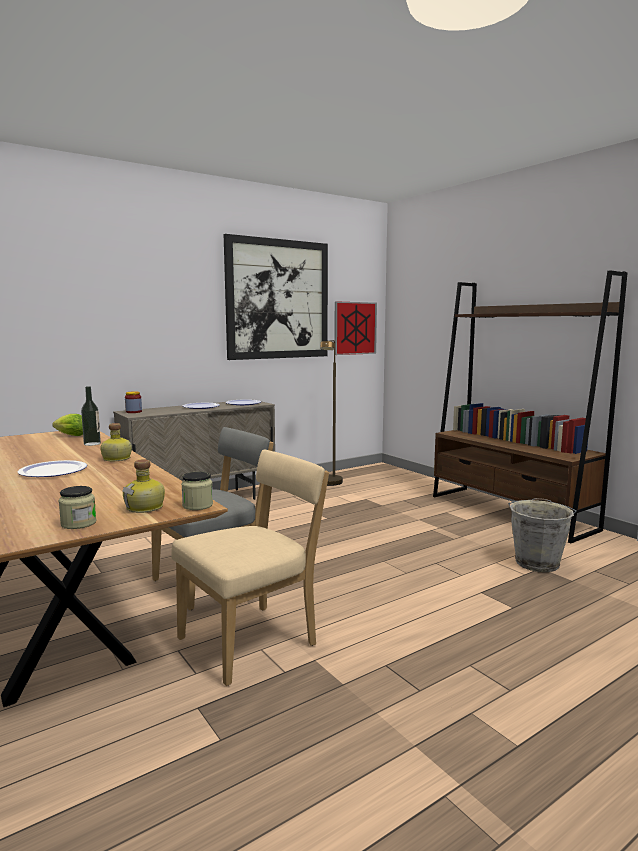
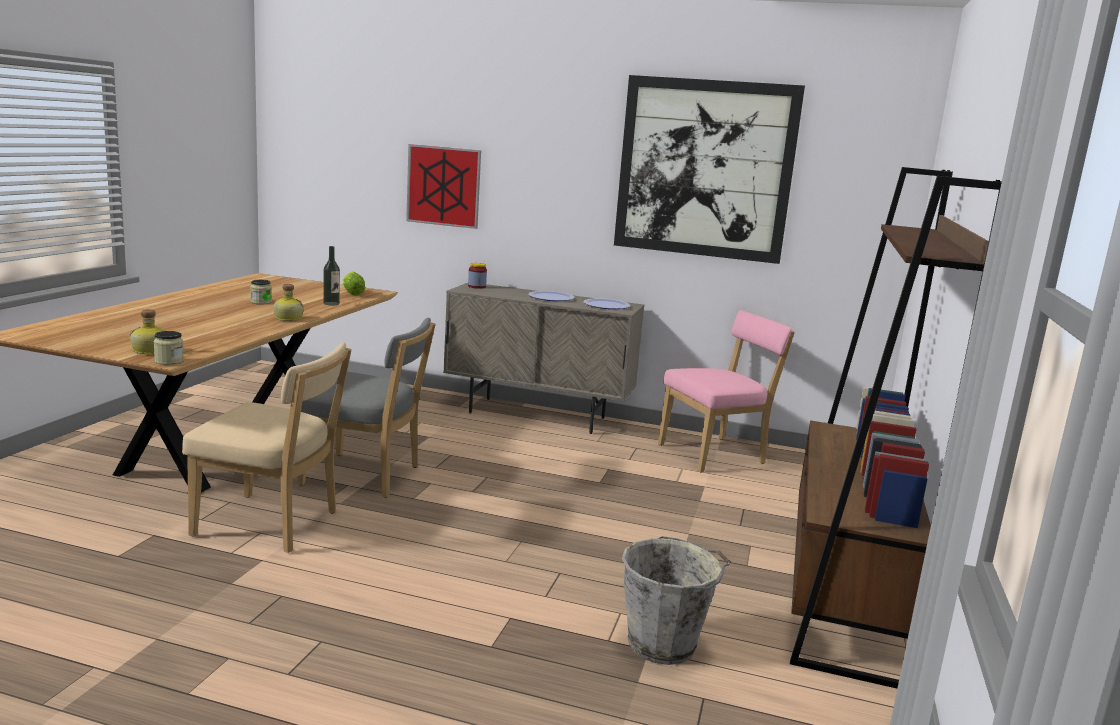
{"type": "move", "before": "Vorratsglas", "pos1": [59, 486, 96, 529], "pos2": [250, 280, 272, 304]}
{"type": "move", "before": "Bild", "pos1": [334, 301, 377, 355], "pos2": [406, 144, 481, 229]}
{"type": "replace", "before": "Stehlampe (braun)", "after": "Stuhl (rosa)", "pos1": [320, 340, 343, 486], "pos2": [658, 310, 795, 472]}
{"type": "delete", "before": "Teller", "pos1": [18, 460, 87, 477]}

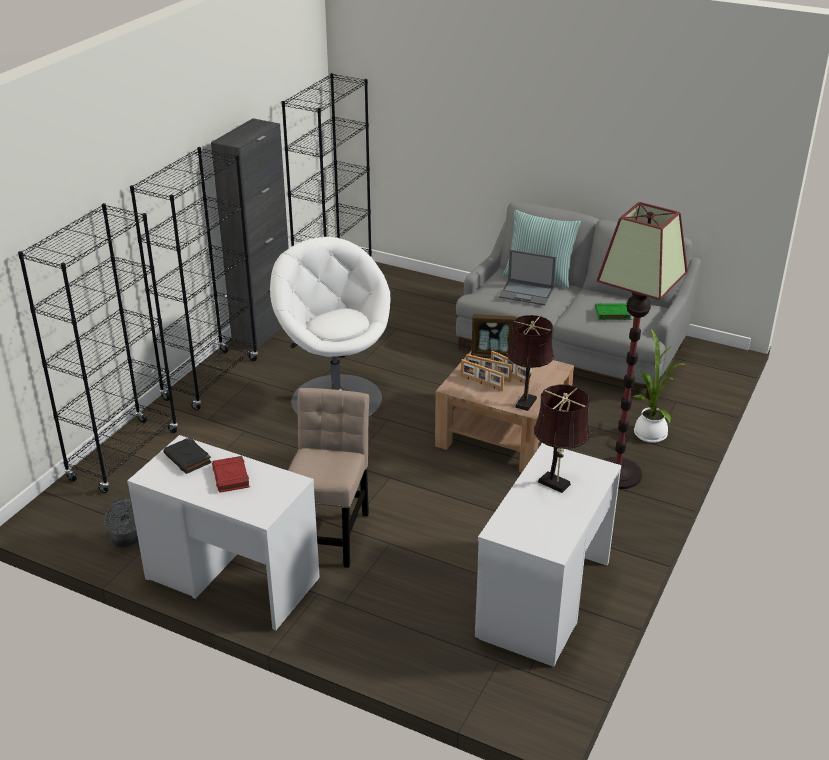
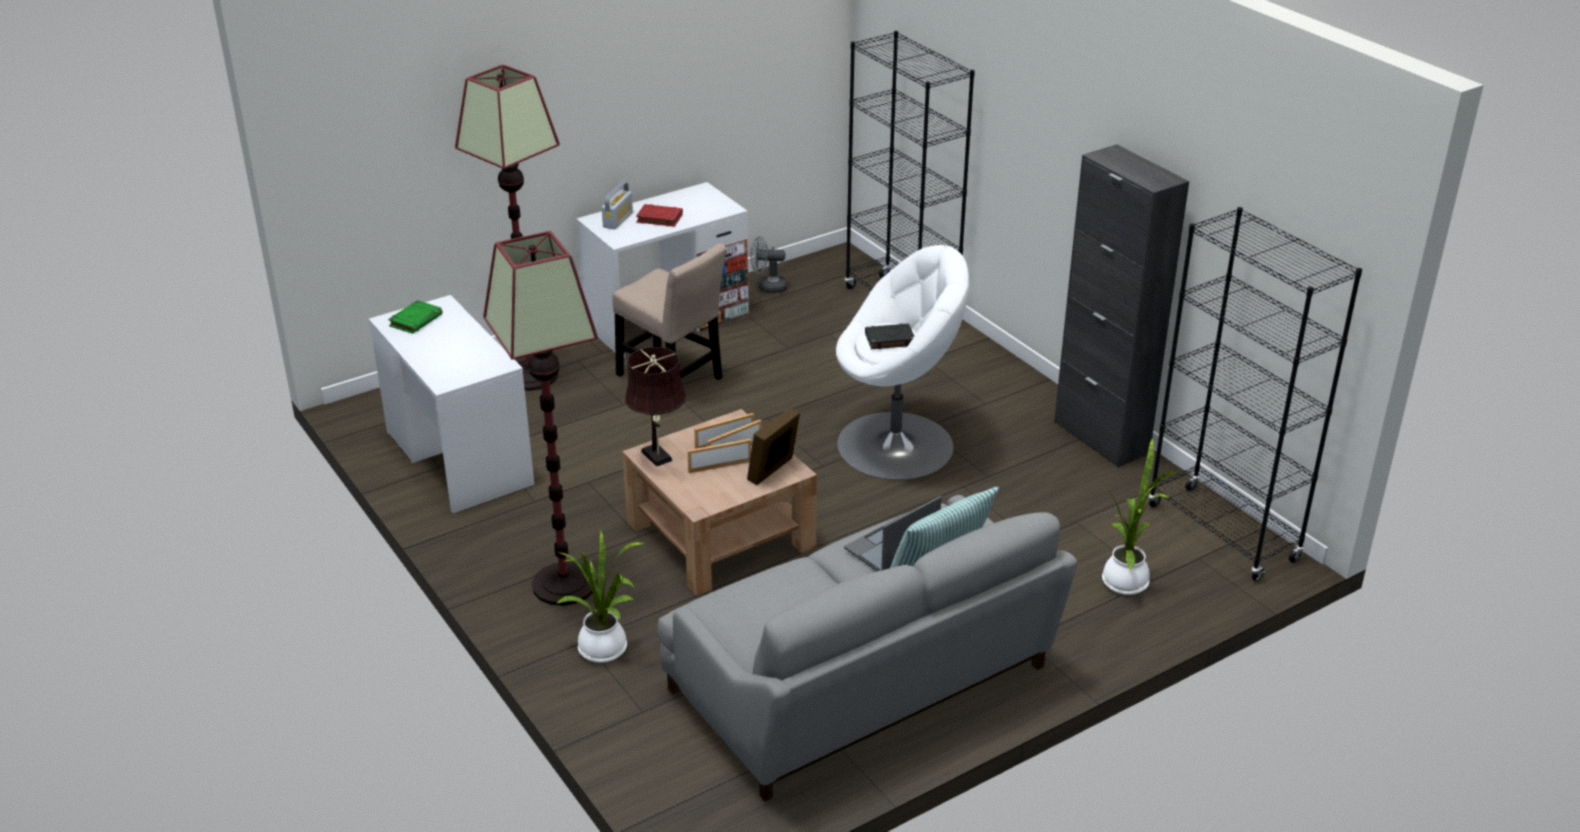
{"type": "move", "before": "Buch (grün)", "pos1": [595, 303, 631, 320], "pos2": [388, 300, 443, 334]}
{"type": "insert", "after": "Stehlampe", "pos2": [455, 65, 560, 391]}
{"type": "insert", "after": "Radio", "pos2": [602, 182, 633, 229]}
{"type": "move", "before": "Buch (schwarz)", "pos1": [163, 437, 212, 474], "pos2": [865, 323, 914, 349]}
{"type": "insert", "after": "Topfpflanze", "pos2": [1102, 437, 1179, 595]}
{"type": "delete", "before": "Bücherregal (schwarz)", "pos1": [130, 147, 258, 410]}
{"type": "delete", "before": "Tischlampe (braun)", "pos1": [534, 385, 590, 493]}

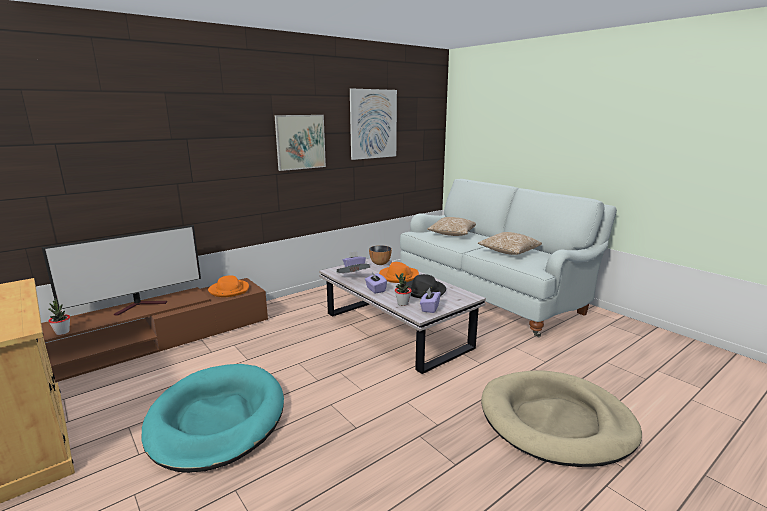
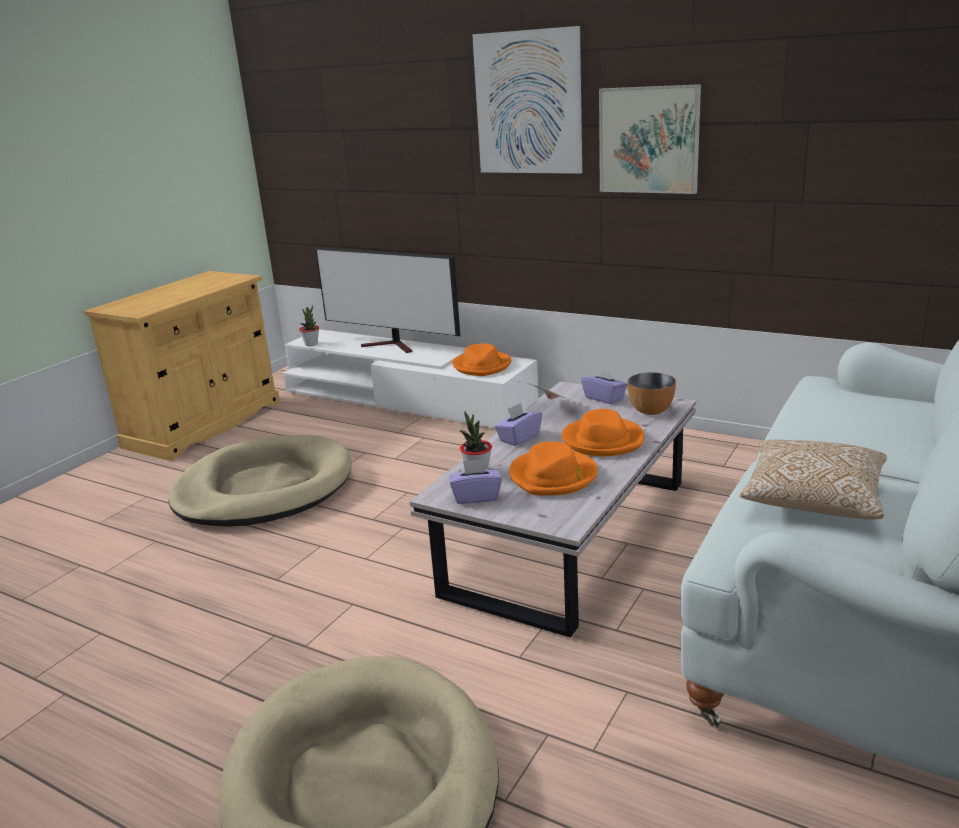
{"type": "recolor", "before": "Hundebett (türkis)", "after": "Hundebett (beige)", "pos1": [142, 364, 284, 473], "pos2": [168, 435, 352, 527]}
{"type": "recolor", "before": "Fernsehschrank (braun)", "after": "Fernsehschrank (weiß)", "pos1": [41, 278, 268, 382], "pos2": [283, 329, 539, 428]}
{"type": "move", "before": "Bild", "pos1": [350, 88, 397, 160], "pos2": [472, 26, 582, 174]}
{"type": "recolor", "before": "Hut (schwarz)", "after": "Hut (orange)", "pos1": [406, 274, 446, 298], "pos2": [509, 441, 598, 496]}
{"type": "delete", "before": "Kissen", "pos1": [428, 217, 476, 236]}

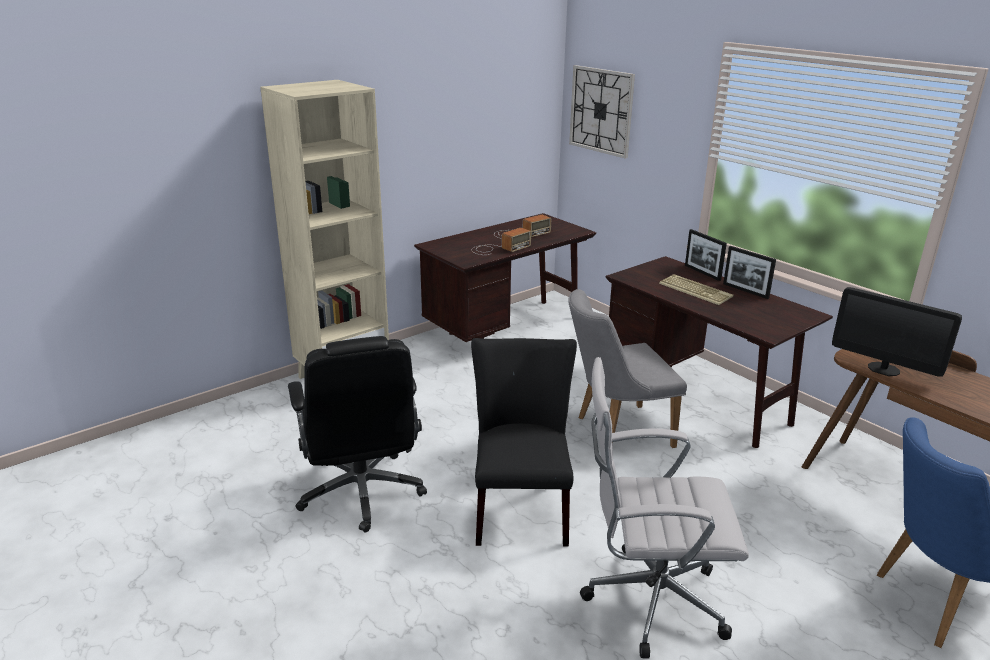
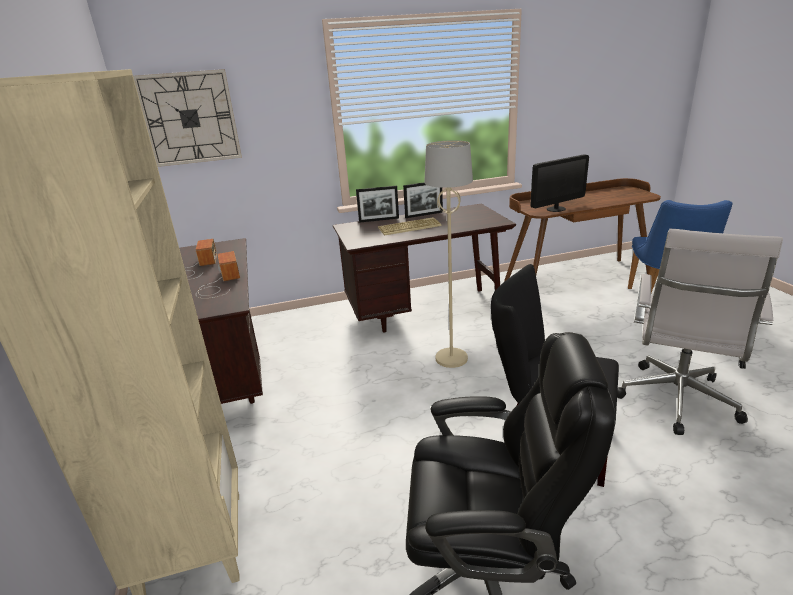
{"type": "replace", "before": "Stuhl (grau)", "after": "Stehlampe (beige)", "pos1": [569, 289, 687, 448], "pos2": [424, 140, 473, 368]}

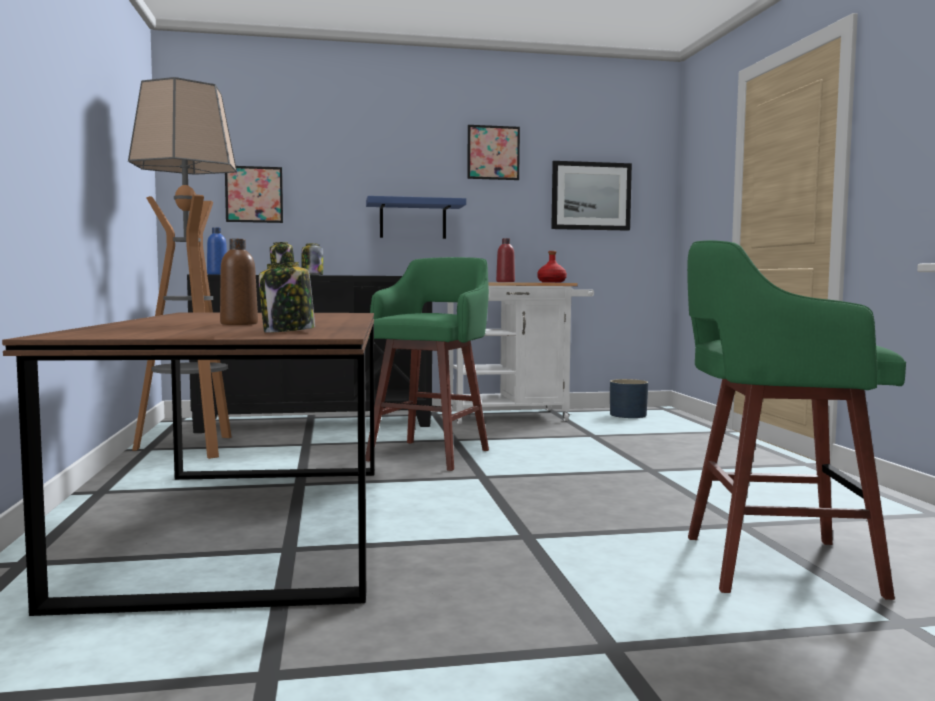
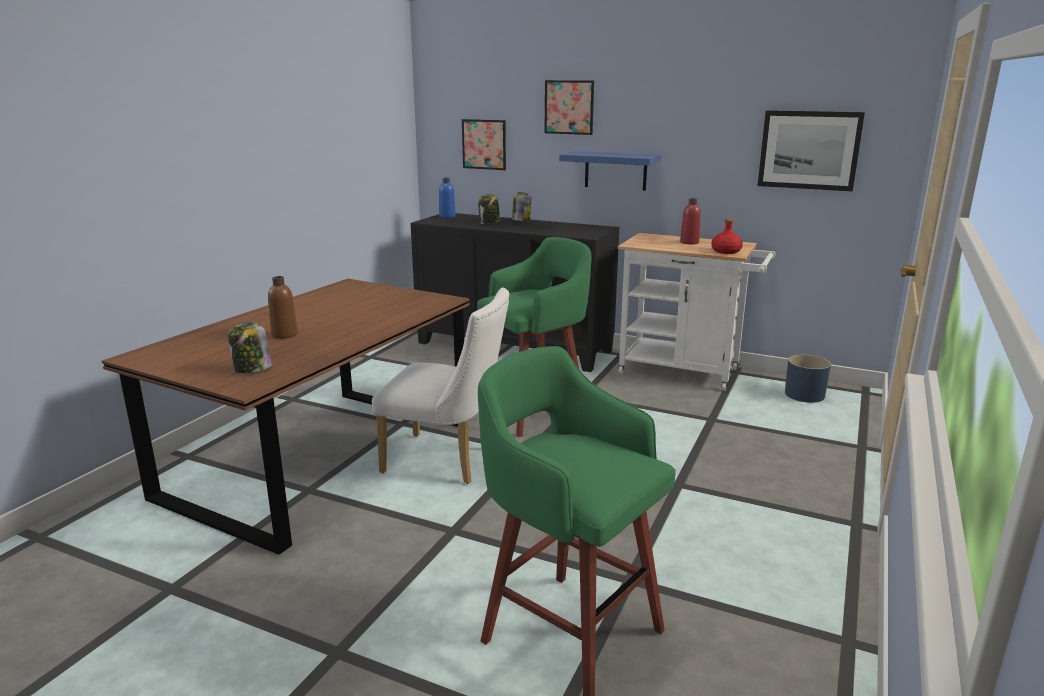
{"type": "insert", "after": "Stuhl (weiß)", "pos2": [372, 288, 509, 484]}
{"type": "move", "before": "Bild", "pos1": [467, 125, 520, 180], "pos2": [544, 80, 594, 135]}
{"type": "delete", "before": "Stehlampe", "pos1": [128, 77, 237, 459]}

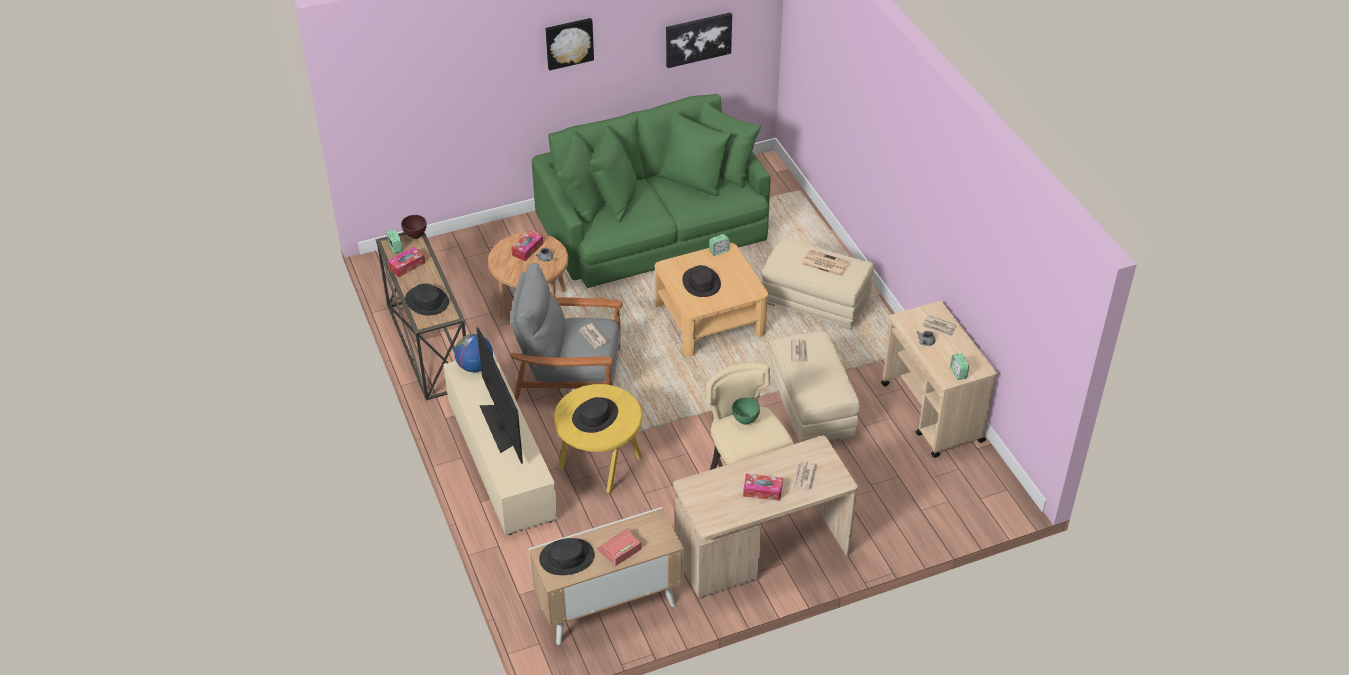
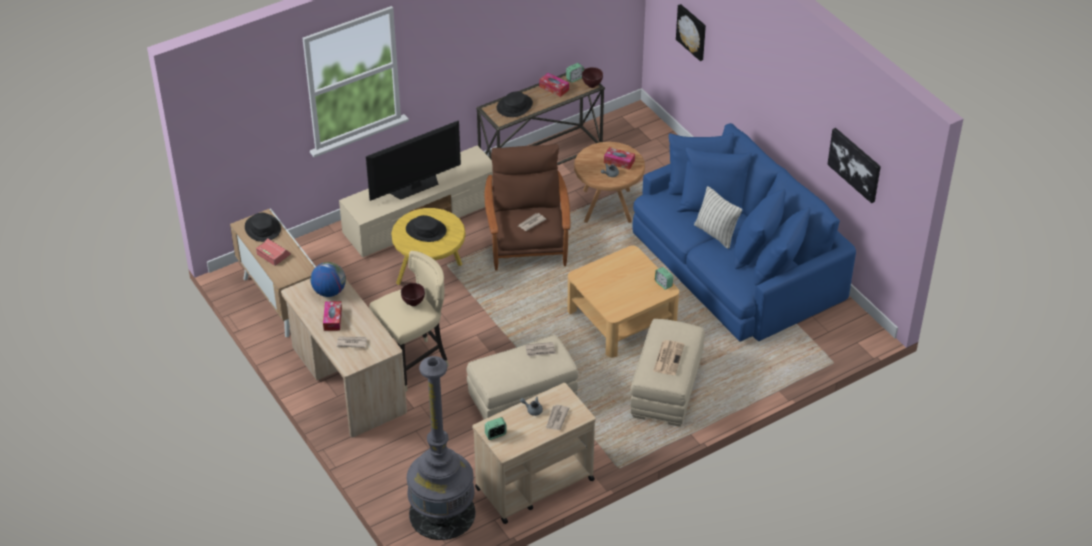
{"type": "move", "before": "Globus", "pos1": [454, 334, 493, 372], "pos2": [311, 262, 346, 297]}
{"type": "recolor", "before": "Schüssel (grün)", "after": "Schüssel (braun)", "pos1": [732, 397, 760, 425], "pos2": [401, 283, 425, 306]}
{"type": "insert", "after": "Stehlampe (grau)", "pos2": [407, 356, 476, 540]}
{"type": "recolor", "before": "Sessel (grau)", "after": "Sessel (braun)", "pos1": [510, 263, 623, 401], "pos2": [484, 144, 570, 271]}
{"type": "recolor", "before": "Sofa (grün)", "after": "Sofa (blau)", "pos1": [532, 94, 771, 288], "pos2": [632, 123, 856, 342]}
{"type": "move", "before": "Bild", "pos1": [545, 18, 594, 71], "pos2": [676, 4, 706, 61]}
{"type": "insert", "after": "Kissen", "pos2": [694, 186, 742, 249]}
{"type": "delete", "before": "Hut (schwarz)", "pos1": [682, 265, 721, 297]}

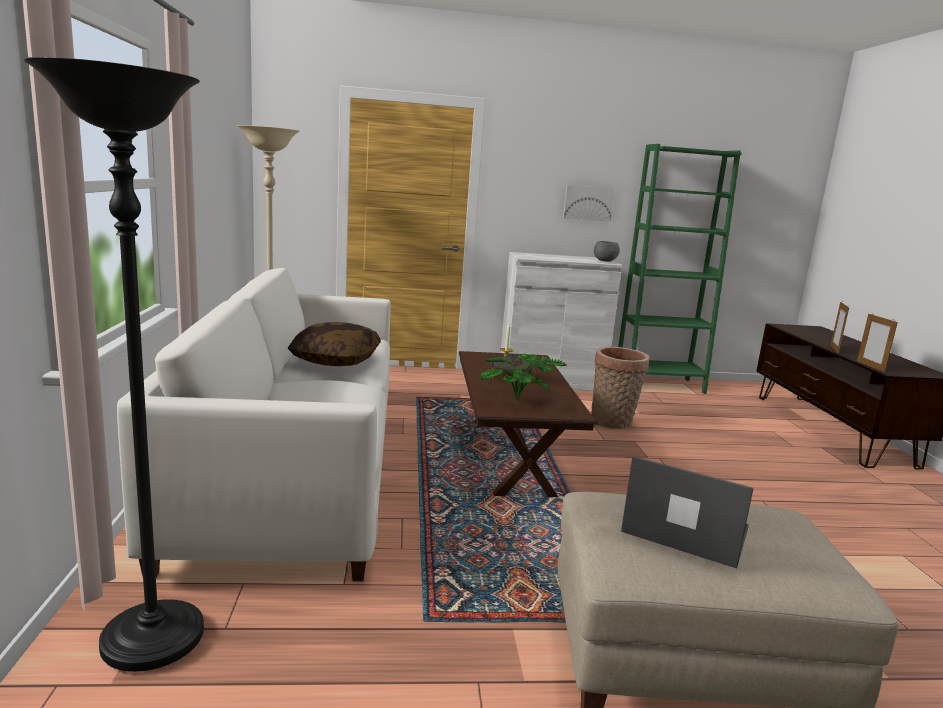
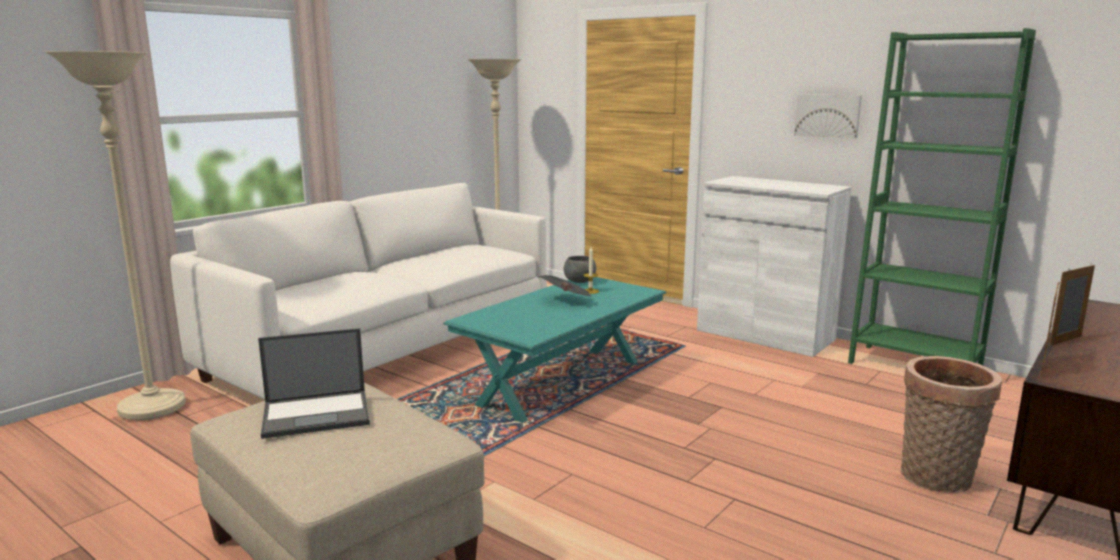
{"type": "recolor", "before": "Stehlampe (schwarz)", "after": "Stehlampe (beige)", "pos1": [24, 57, 204, 672], "pos2": [45, 51, 186, 420]}
{"type": "rotate", "before": "Laptop", "pos1": [621, 456, 753, 568], "pos2": [258, 328, 370, 439], "turn": 90}
{"type": "recolor", "before": "Couchtisch (braun)", "after": "Couchtisch (türkis)", "pos1": [459, 351, 597, 497], "pos2": [443, 277, 666, 423]}
{"type": "move", "before": "Schüssel (grau)", "pos1": [594, 241, 620, 262], "pos2": [564, 256, 596, 283]}
{"type": "move", "before": "Korb", "pos1": [591, 347, 650, 429], "pos2": [901, 356, 1002, 493]}
{"type": "delete", "before": "Kissen", "pos1": [288, 322, 381, 366]}
{"type": "delete", "before": "Topfpflanze", "pos1": [479, 353, 567, 399]}

